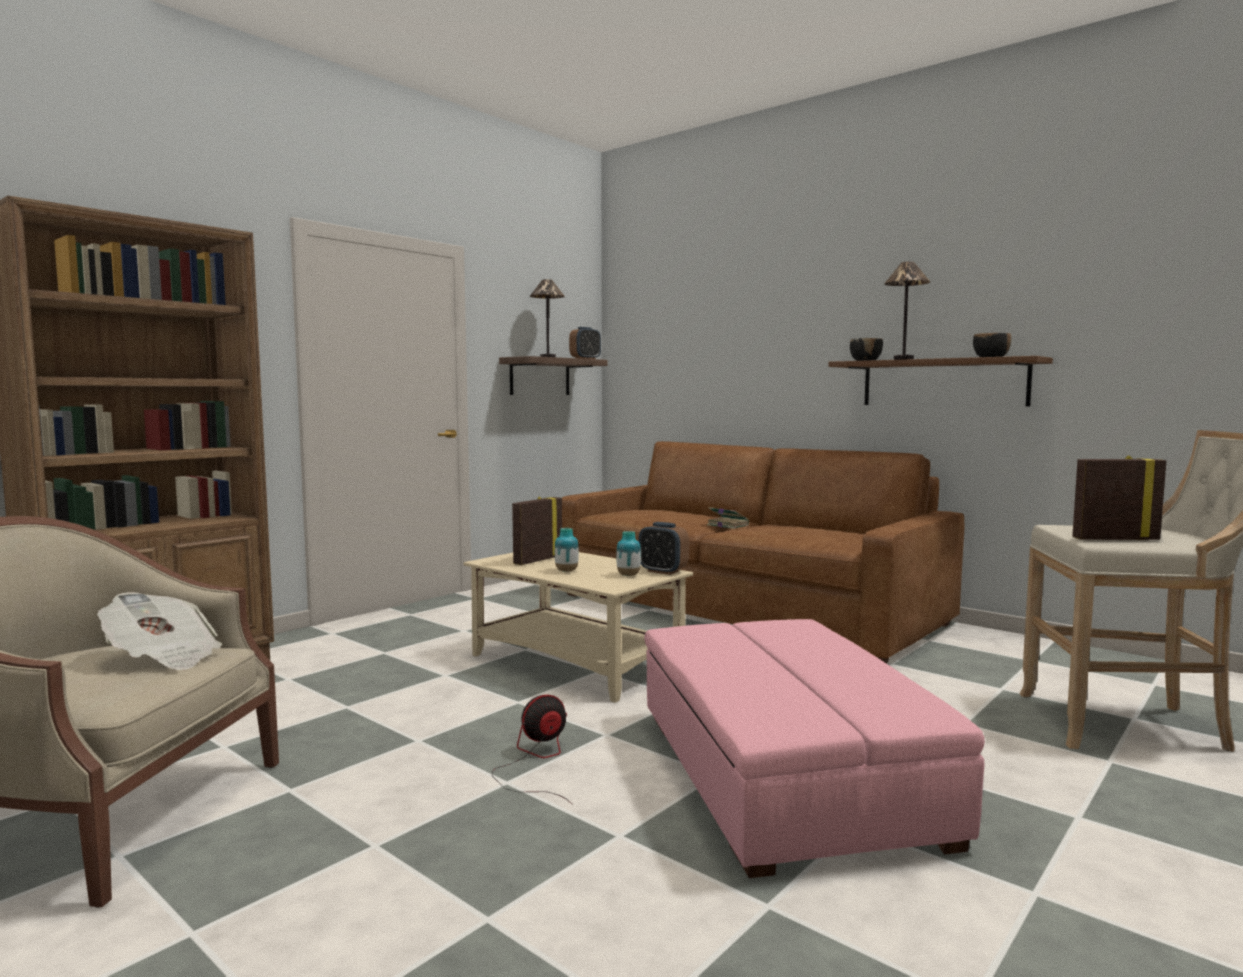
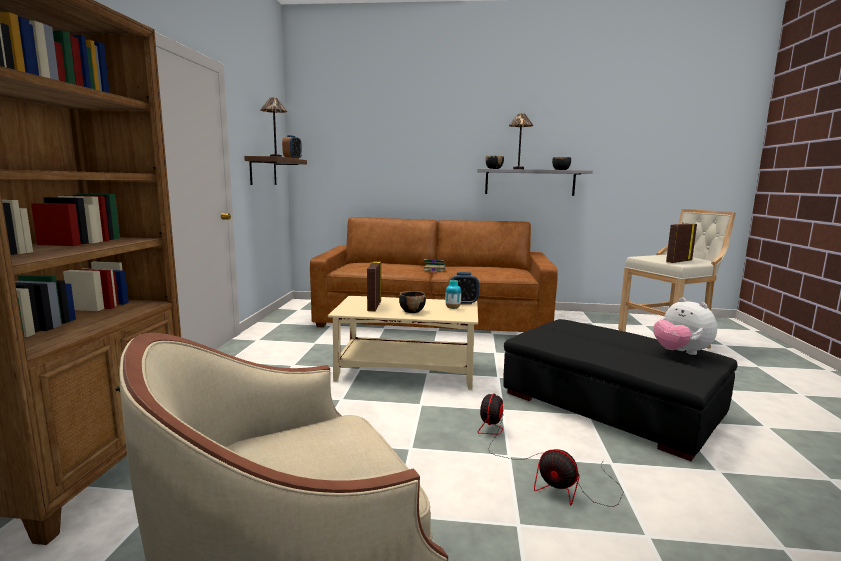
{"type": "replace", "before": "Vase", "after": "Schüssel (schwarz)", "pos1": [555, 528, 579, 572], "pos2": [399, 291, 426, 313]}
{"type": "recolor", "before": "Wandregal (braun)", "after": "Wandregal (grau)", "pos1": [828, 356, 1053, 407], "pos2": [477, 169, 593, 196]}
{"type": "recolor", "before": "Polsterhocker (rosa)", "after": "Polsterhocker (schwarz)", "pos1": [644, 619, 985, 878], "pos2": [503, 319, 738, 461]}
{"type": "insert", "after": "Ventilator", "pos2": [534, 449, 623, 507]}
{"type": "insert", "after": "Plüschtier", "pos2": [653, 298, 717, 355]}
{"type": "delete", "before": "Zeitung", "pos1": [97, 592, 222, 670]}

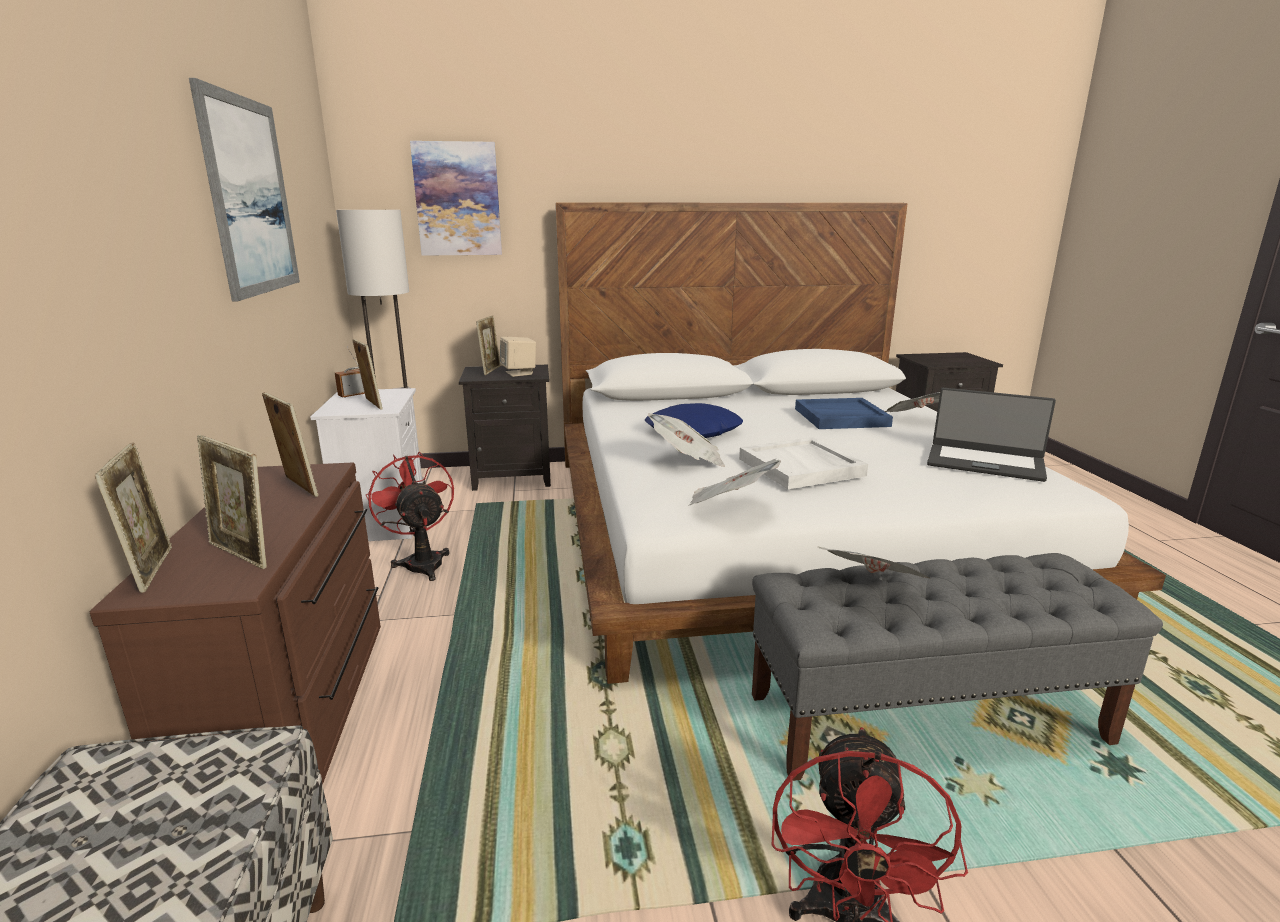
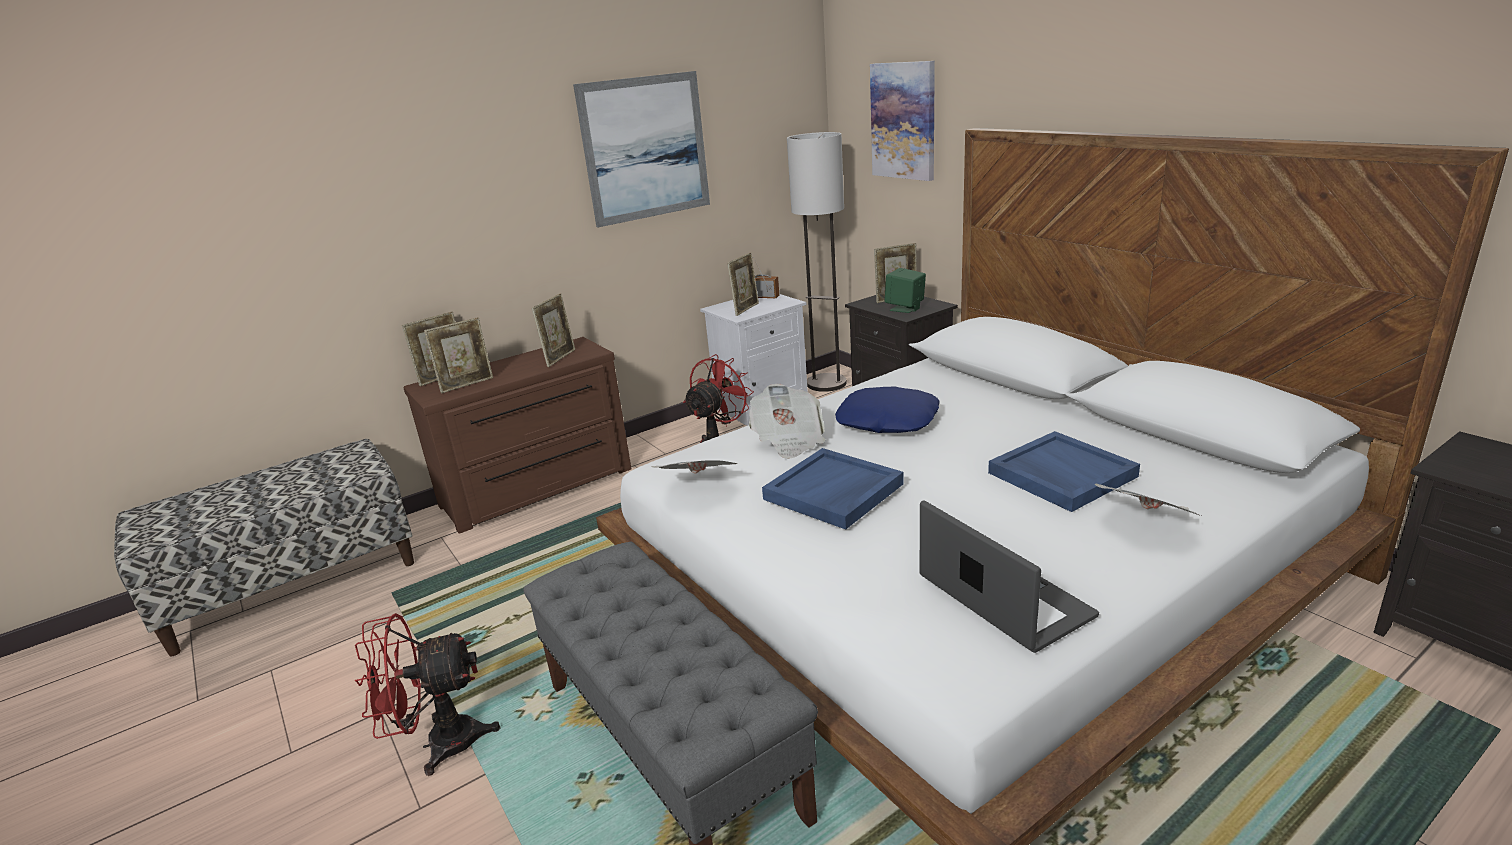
{"type": "rotate", "before": "Bilderrahmen", "pos1": [197, 435, 267, 569], "pos2": [424, 317, 493, 393], "turn": -135}
{"type": "recolor", "before": "Tablett (weiß)", "after": "Tablett (blau)", "pos1": [739, 437, 868, 489], "pos2": [762, 448, 903, 530]}
{"type": "recolor", "before": "Lautsprecher (beige)", "after": "Lautsprecher (grün)", "pos1": [500, 337, 536, 377], "pos2": [885, 268, 926, 313]}
{"type": "rotate", "before": "Laptop", "pos1": [927, 388, 1056, 482], "pos2": [920, 500, 1099, 653], "turn": 150}
{"type": "delete", "before": "Zeitung", "pos1": [818, 547, 930, 579]}

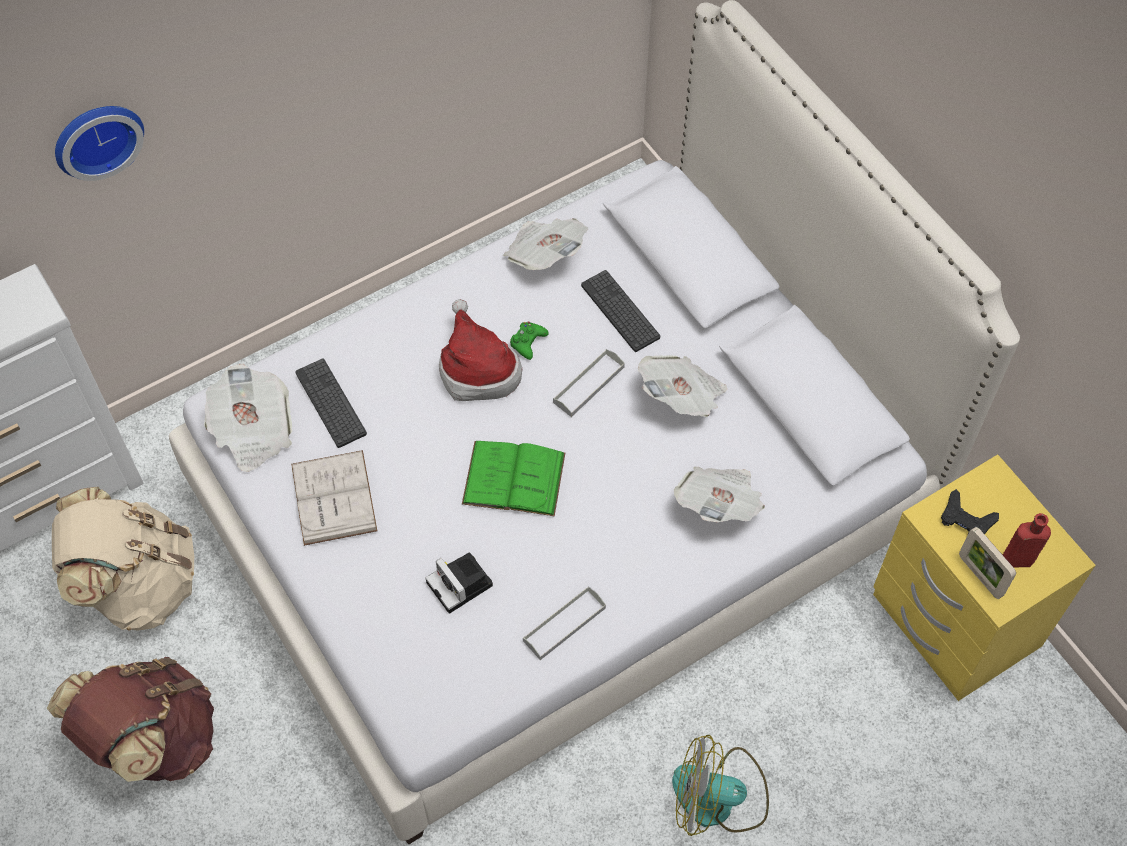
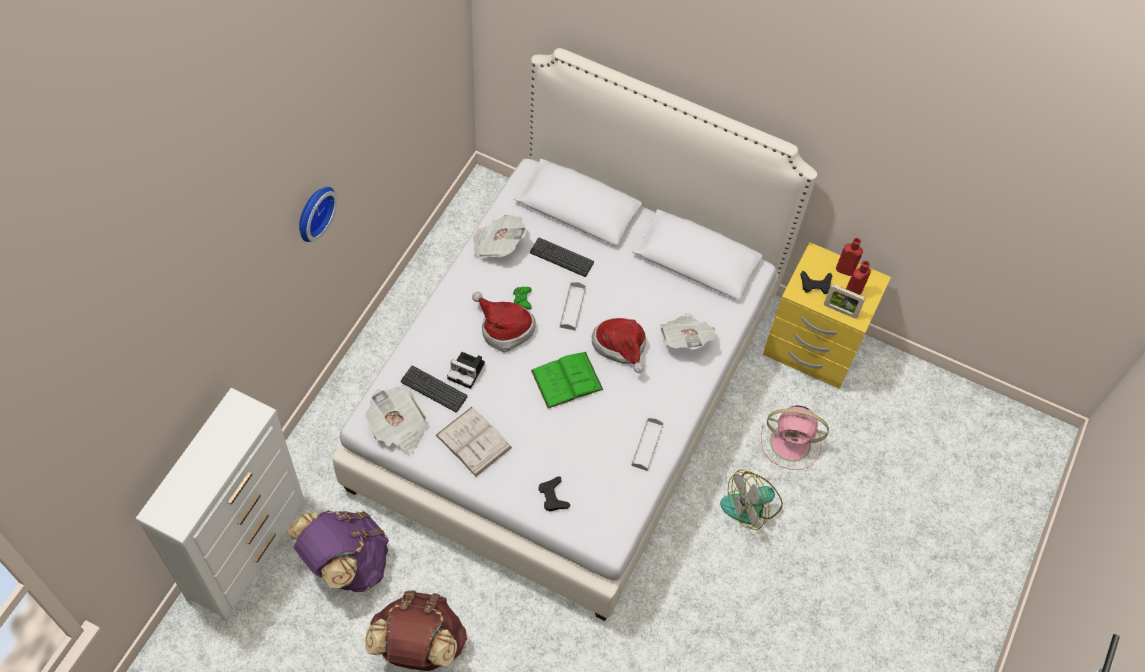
{"type": "recolor", "before": "Rucksack (beige)", "after": "Rucksack (lila)", "pos1": [52, 487, 194, 631], "pos2": [286, 510, 389, 592]}
{"type": "move", "before": "Wanduhr", "pos1": [55, 106, 144, 181], "pos2": [299, 187, 338, 242]}
{"type": "move", "before": "Kamera", "pos1": [425, 553, 493, 614], "pos2": [447, 352, 485, 389]}
{"type": "insert", "after": "Gamepad (schwarz)", "pos2": [538, 476, 570, 512]}
{"type": "insert", "after": "Hut", "pos2": [592, 318, 646, 373]}
{"type": "insert", "after": "Ventilator (rosa)", "pos2": [761, 405, 829, 470]}
{"type": "insert", "after": "Flasche (rot)", "pos2": [836, 238, 863, 276]}
{"type": "delete", "before": "Zeitung", "pos1": [638, 355, 727, 417]}

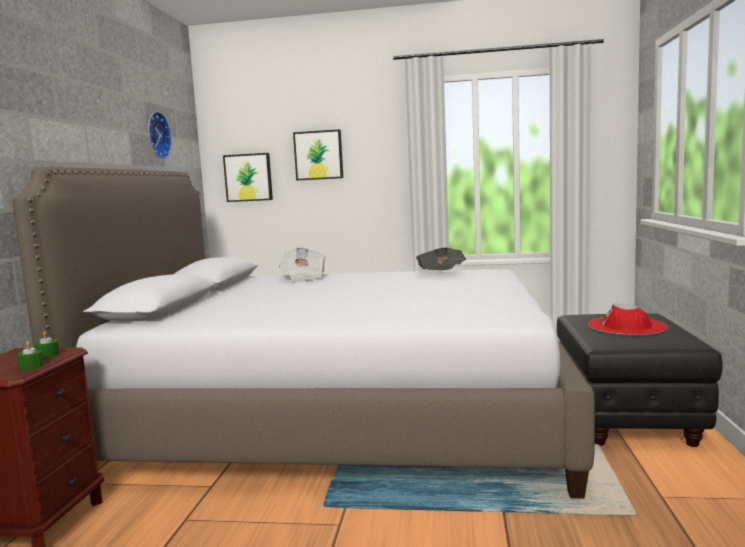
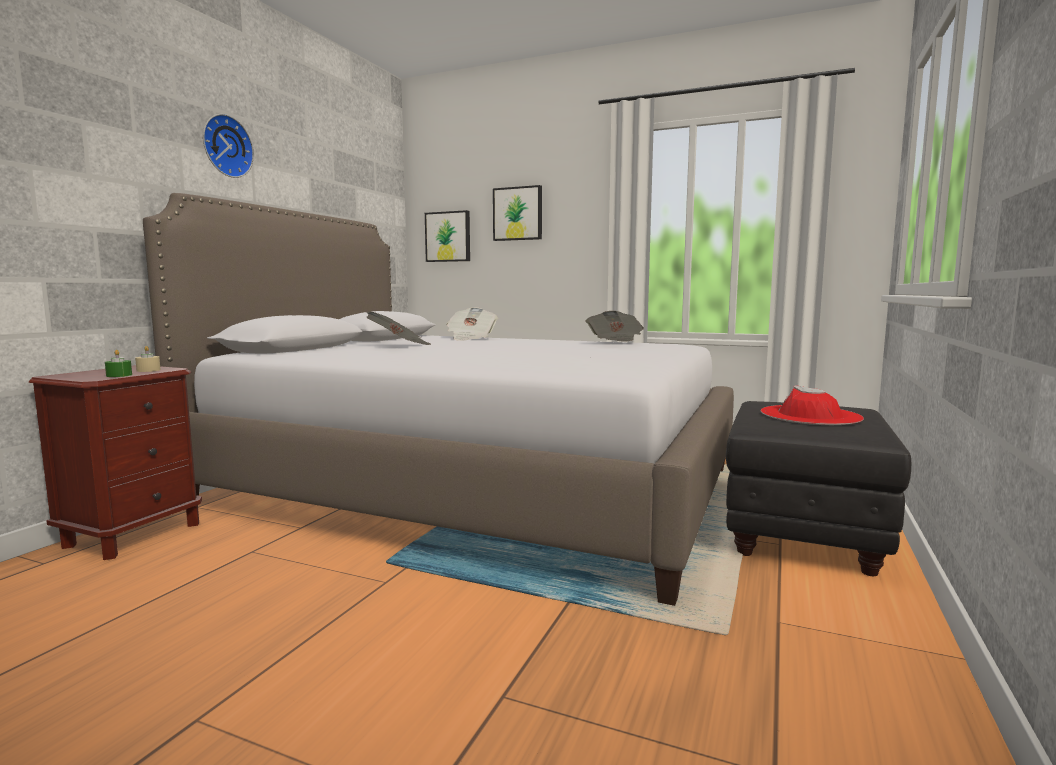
{"type": "recolor", "before": "Kerze (grün)", "after": "Kerze (beige)", "pos1": [34, 331, 60, 359], "pos2": [135, 346, 161, 372]}
{"type": "move", "before": "Wanduhr", "pos1": [148, 112, 172, 159], "pos2": [203, 114, 254, 178]}
{"type": "insert", "after": "Zeitung", "pos2": [366, 311, 431, 345]}

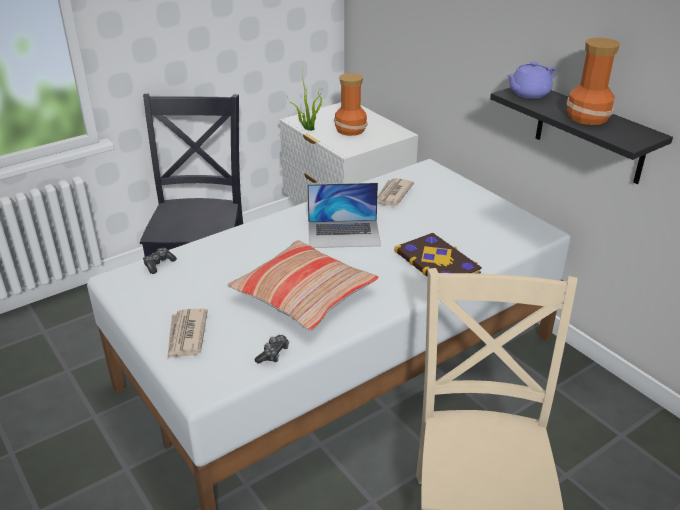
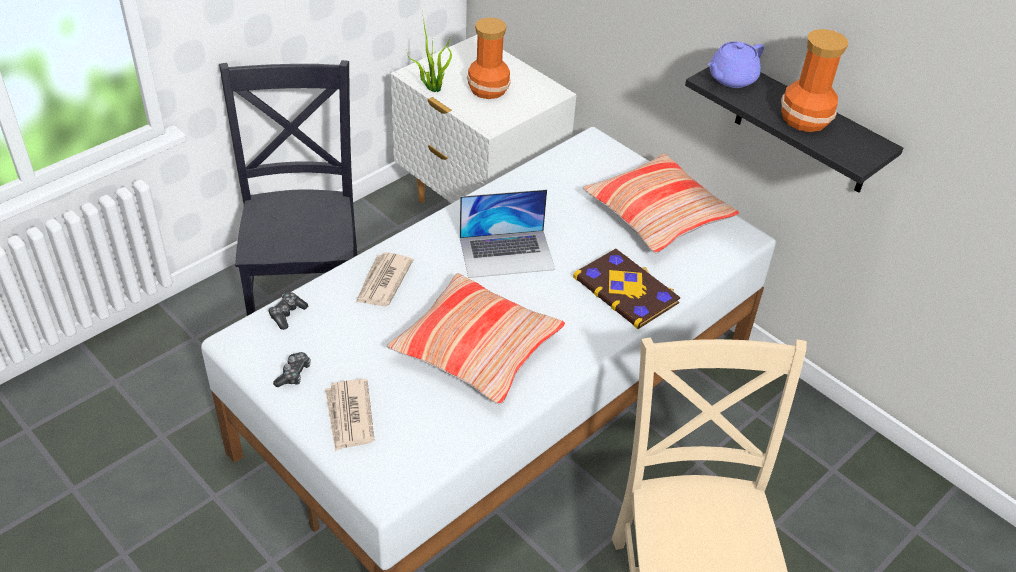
{"type": "move", "before": "Gamepad", "pos1": [255, 335, 289, 364], "pos2": [273, 352, 311, 387]}
{"type": "move", "before": "Zeitung", "pos1": [377, 178, 414, 206], "pos2": [356, 252, 413, 306]}
{"type": "insert", "after": "Kissen", "pos2": [582, 154, 739, 253]}

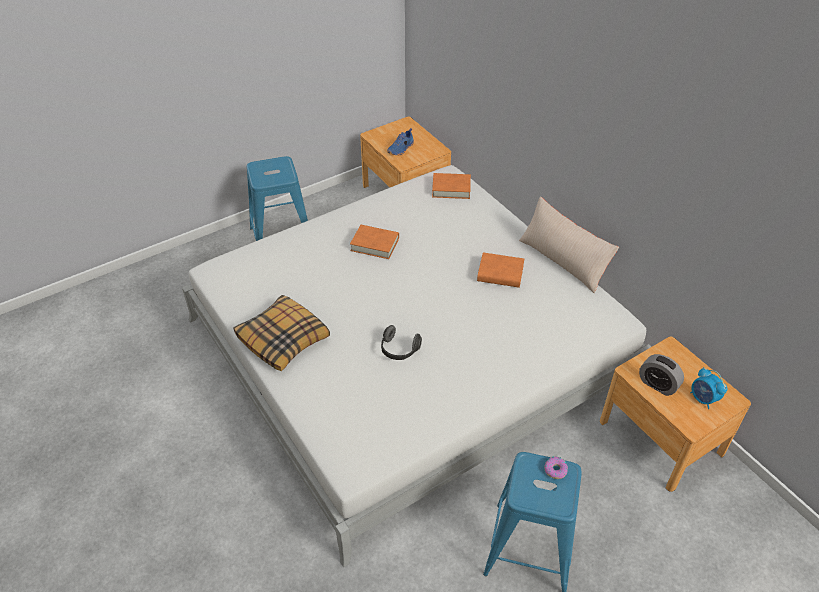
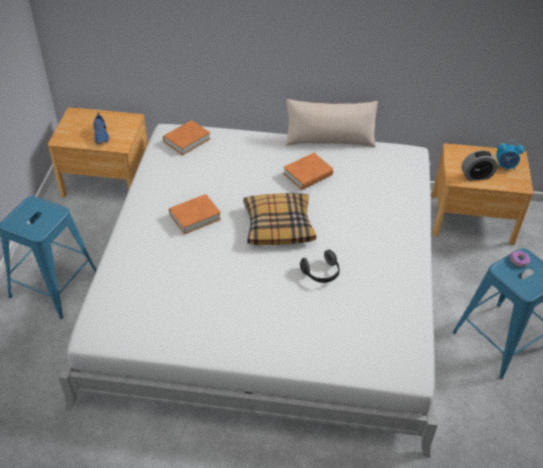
{"type": "move", "before": "Kissen", "pos1": [234, 295, 330, 371], "pos2": [243, 193, 316, 245]}

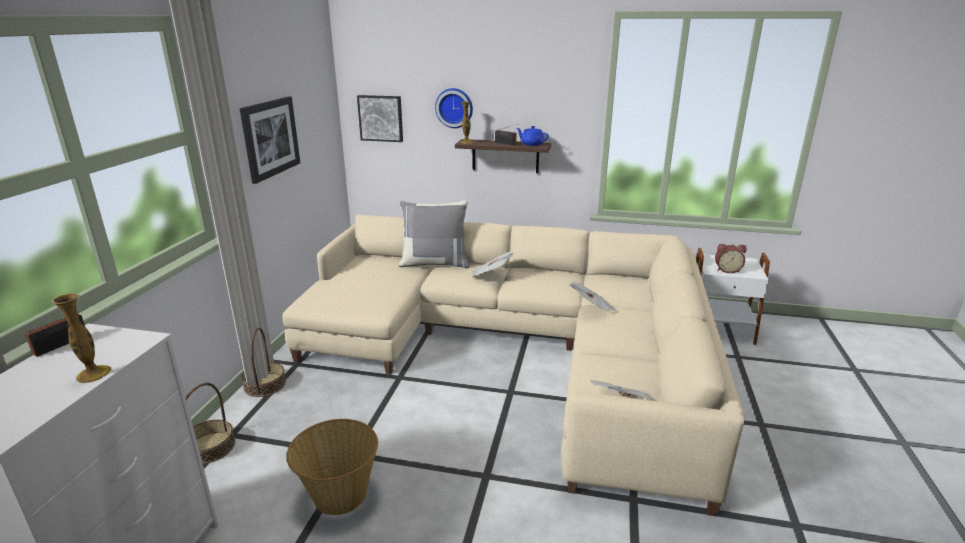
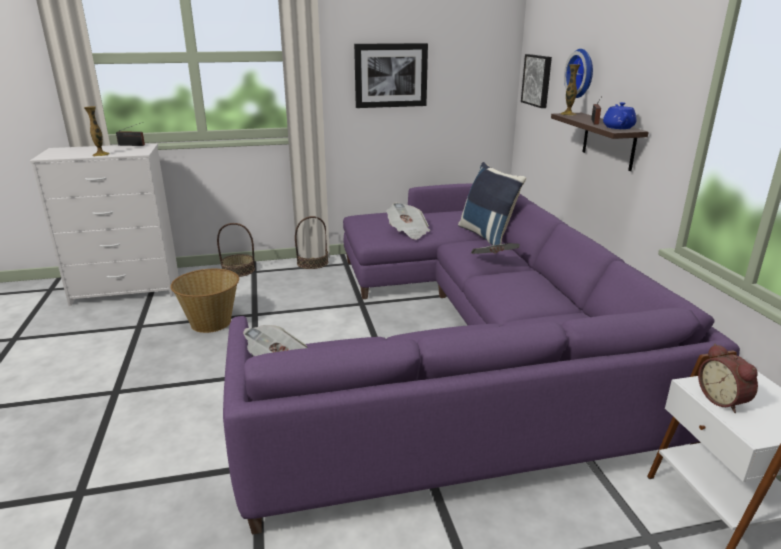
{"type": "recolor", "before": "Sofa (beige)", "after": "Sofa (lila)", "pos1": [282, 214, 744, 516], "pos2": [223, 183, 740, 535]}
{"type": "move", "before": "Zeitung", "pos1": [568, 282, 618, 311], "pos2": [386, 202, 430, 240]}
{"type": "recolor", "before": "Kissen (grau)", "after": "Kissen (blau)", "pos1": [399, 200, 470, 268], "pos2": [458, 162, 526, 245]}

